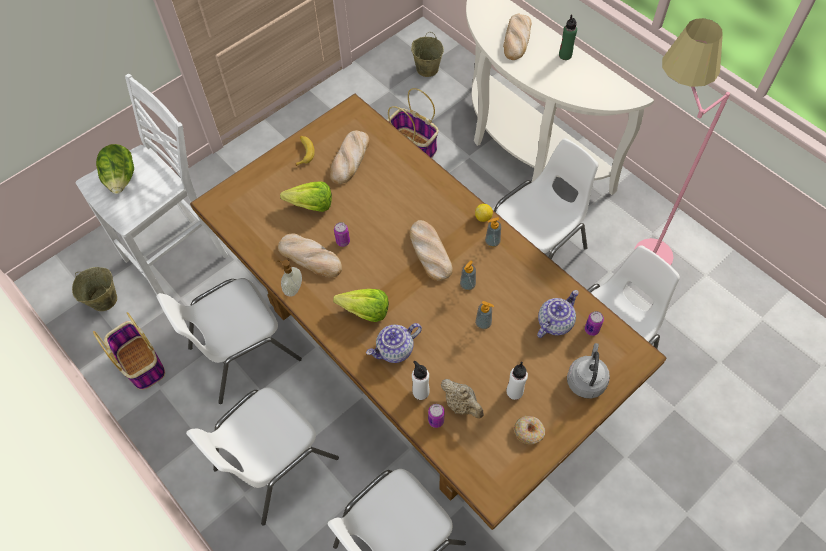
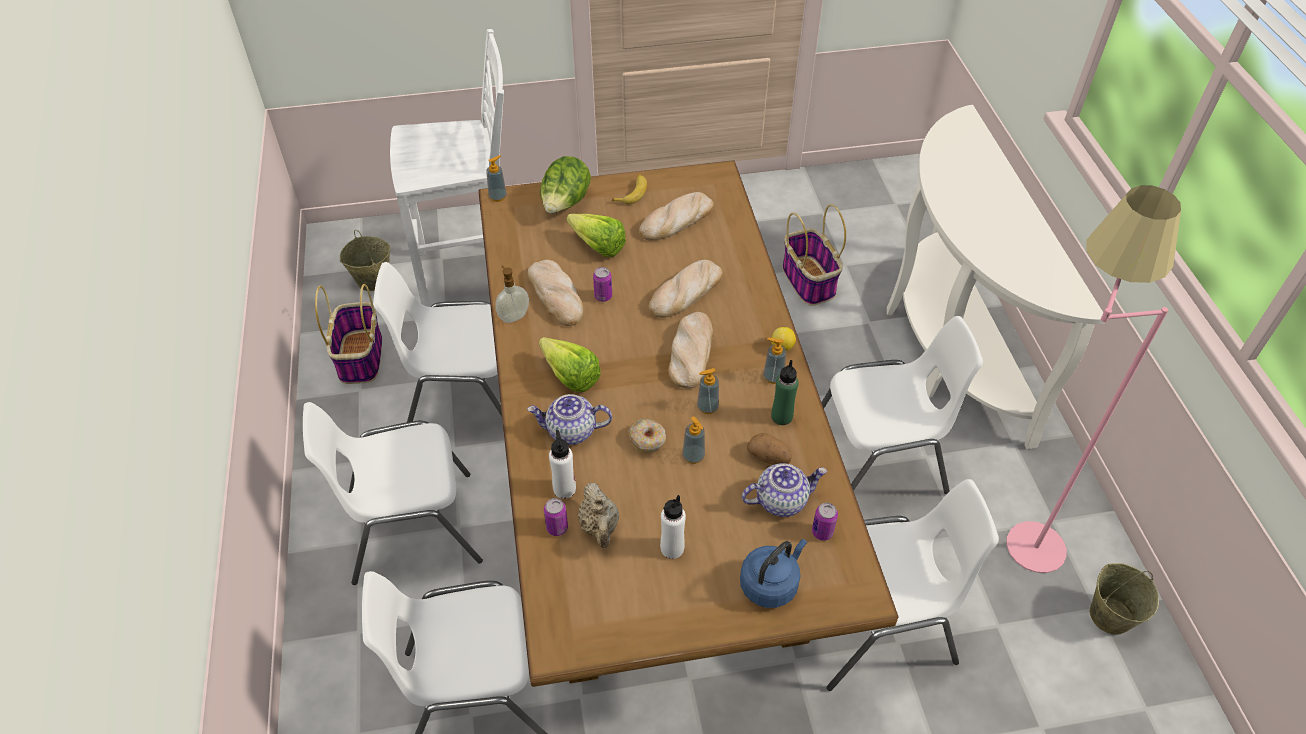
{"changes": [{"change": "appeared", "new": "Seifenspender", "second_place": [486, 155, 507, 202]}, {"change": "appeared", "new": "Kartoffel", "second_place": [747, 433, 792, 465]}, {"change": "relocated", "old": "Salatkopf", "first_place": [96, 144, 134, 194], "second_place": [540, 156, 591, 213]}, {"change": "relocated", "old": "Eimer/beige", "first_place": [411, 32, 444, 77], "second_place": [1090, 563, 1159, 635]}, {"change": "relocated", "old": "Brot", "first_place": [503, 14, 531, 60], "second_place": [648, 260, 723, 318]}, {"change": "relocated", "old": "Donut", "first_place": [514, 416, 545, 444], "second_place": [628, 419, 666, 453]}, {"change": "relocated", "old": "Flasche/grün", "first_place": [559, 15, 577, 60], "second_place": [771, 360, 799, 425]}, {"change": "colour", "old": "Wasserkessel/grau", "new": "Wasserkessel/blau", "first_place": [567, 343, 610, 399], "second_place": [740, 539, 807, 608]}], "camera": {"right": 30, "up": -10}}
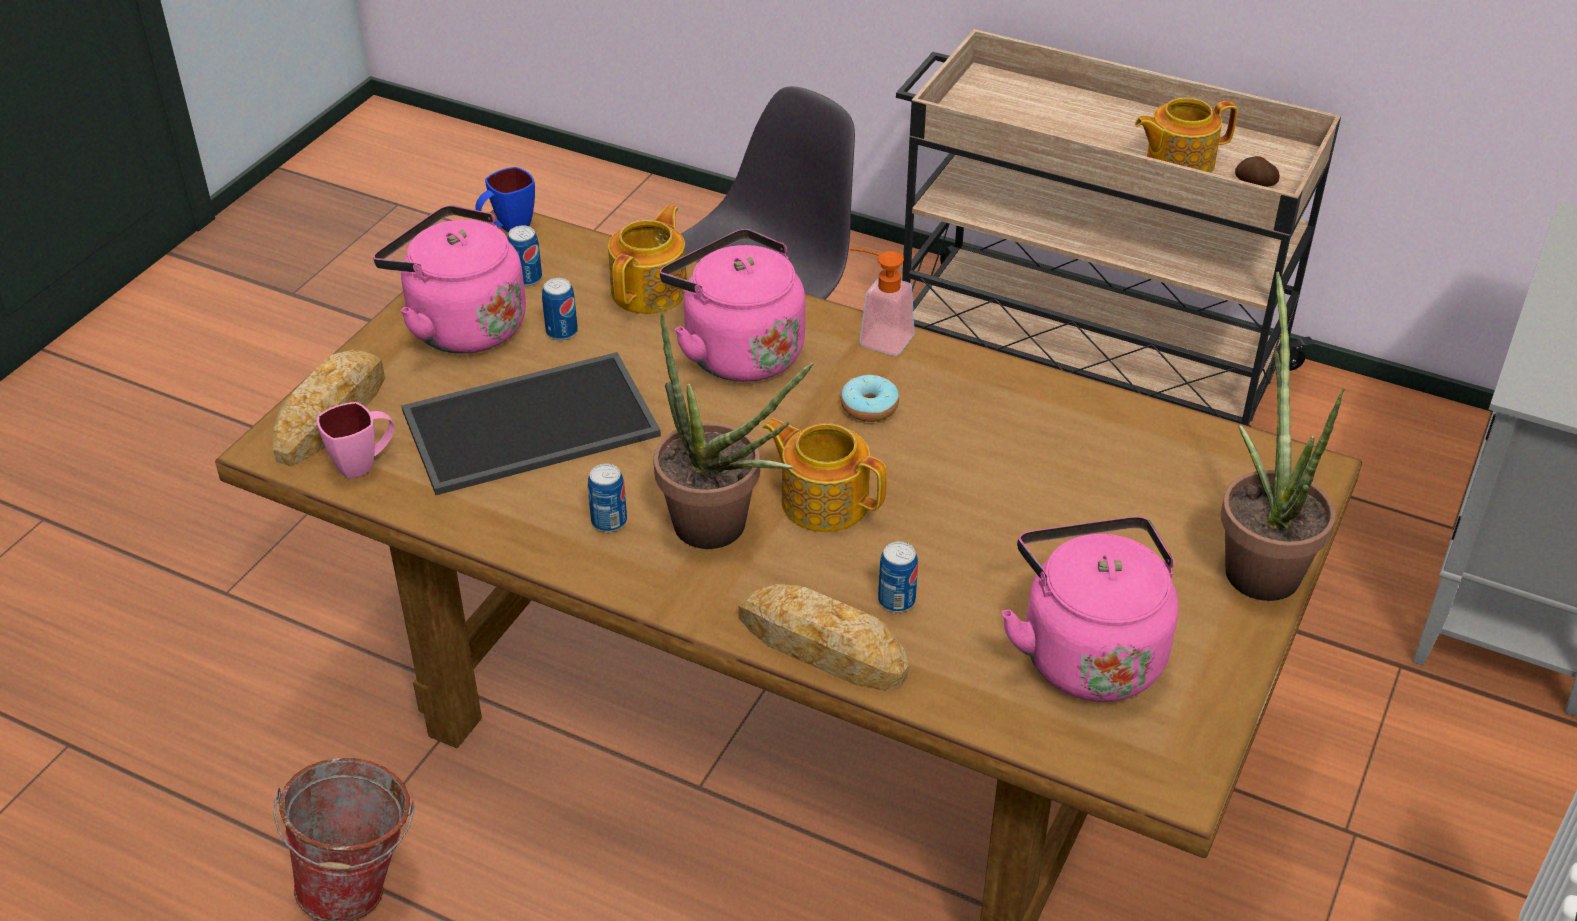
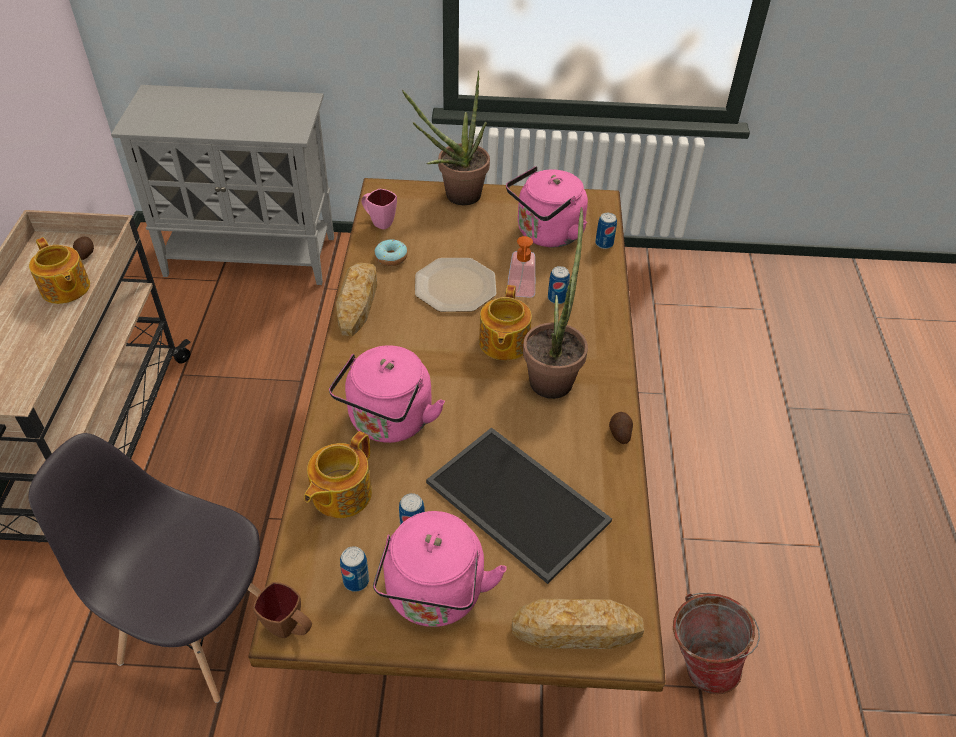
{"changes": [{"change": "appeared", "new": "Teller", "second_place": [415, 258, 496, 312]}, {"change": "appeared", "new": "Kartoffel", "second_place": [609, 412, 633, 444]}, {"change": "relocated", "old": "Henkelbecher/rosa", "first_place": [317, 402, 394, 479], "second_place": [361, 189, 397, 229]}, {"change": "relocated", "old": "Dose", "first_place": [588, 464, 627, 532], "second_place": [595, 213, 617, 249]}, {"change": "relocated", "old": "Brot", "first_place": [738, 584, 909, 691], "second_place": [336, 263, 377, 336]}, {"change": "relocated", "old": "Donut", "first_place": [841, 375, 899, 422], "second_place": [374, 239, 408, 266]}, {"change": "relocated", "old": "Seifenspender", "first_place": [850, 248, 915, 356], "second_place": [508, 236, 535, 298]}, {"change": "colour", "old": "Henkelbecher/blau", "new": "Henkelbecher/braun", "first_place": [475, 167, 535, 232], "second_place": [253, 582, 312, 638]}, {"change": "spun", "old": "Teekanne", "first_place": [608, 205, 687, 314], "second_place": [304, 431, 372, 518], "degrees": -60}], "camera": {"right": -115, "up": 5}}
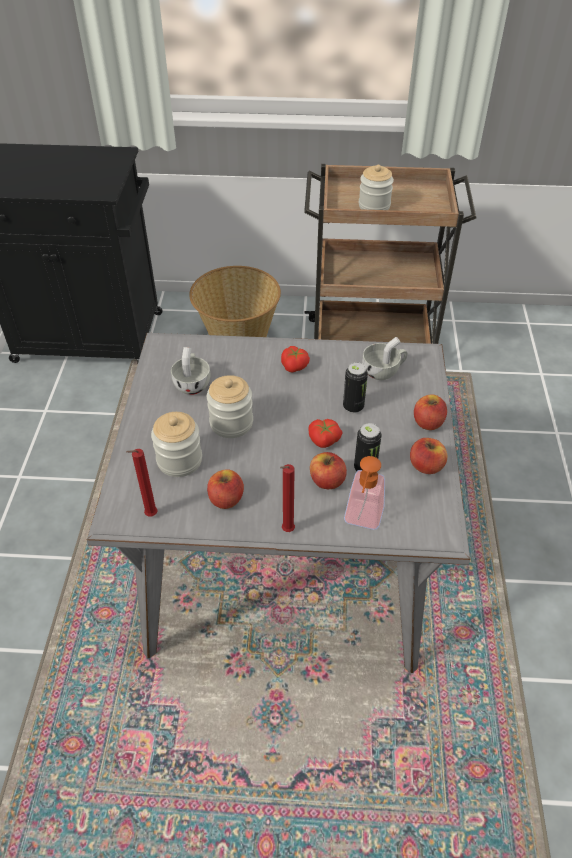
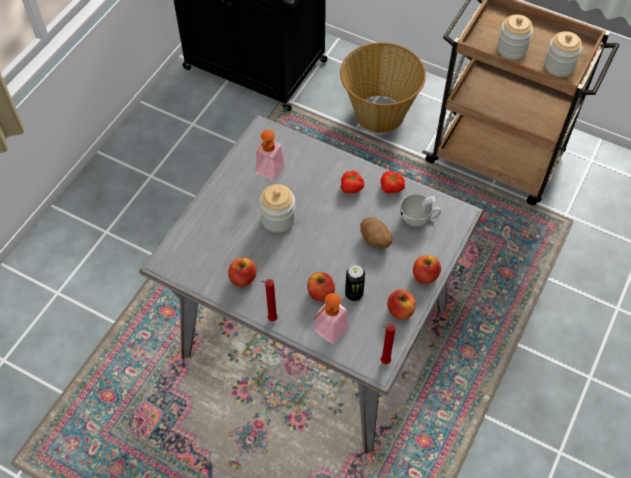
{"changes": [{"change": "relocated", "old": "Kerze/rot", "first_place": [127, 449, 158, 517], "second_place": [381, 324, 396, 364]}, {"change": "relocated", "old": "Vorratsglas", "first_place": [151, 412, 202, 477], "second_place": [544, 31, 582, 77]}, {"change": "relocated", "old": "Tomate", "first_place": [309, 419, 342, 448], "second_place": [381, 171, 405, 193]}, {"change": "exchanged", "old": "Tasse/weiß", "new": "Seifenspender", "first_place": [171, 347, 210, 395], "second_place": [255, 130, 285, 181]}, {"change": "exchanged", "old": "Dose", "new": "Kartoffel", "first_place": [343, 362, 368, 413], "second_place": [360, 217, 392, 249]}], "camera": {"right": 25, "up": 10}}
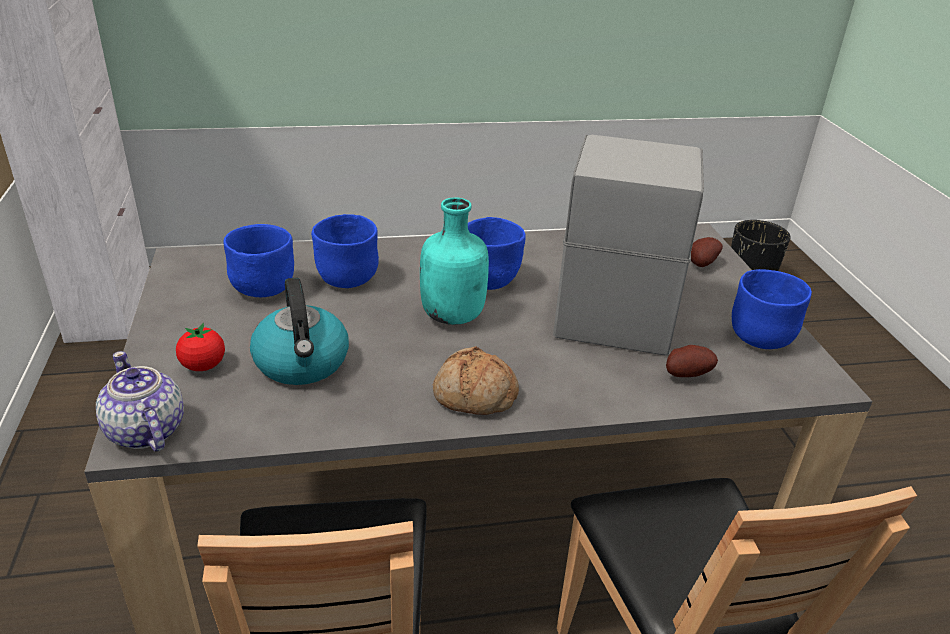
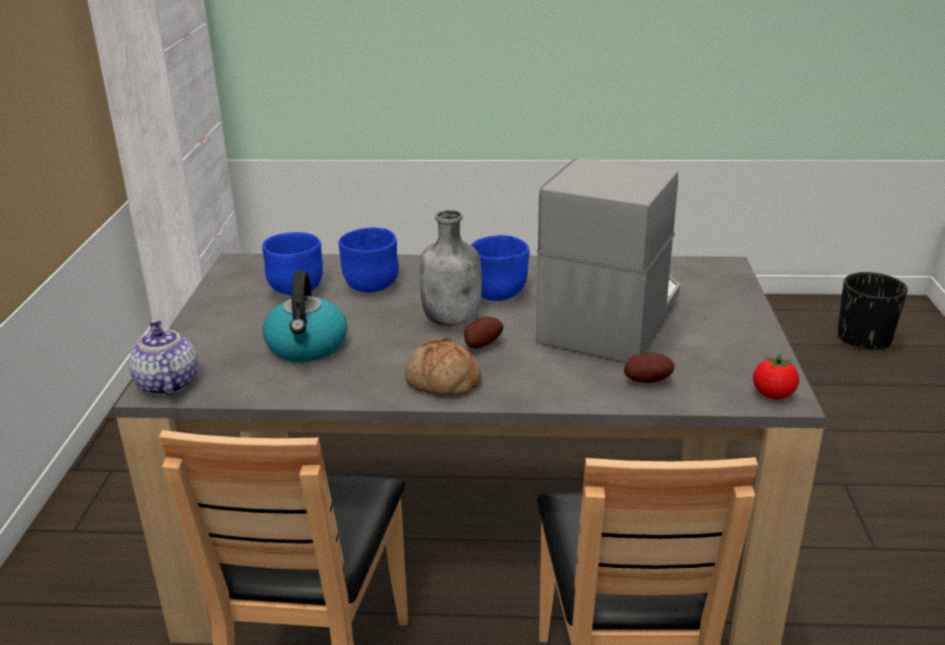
{"changes": [{"change": "missing", "old": "Schüssel/blau", "first_place": [732, 269, 812, 349]}, {"change": "relocated", "old": "Tomate", "first_place": [176, 323, 225, 371], "second_place": [753, 354, 799, 399]}, {"change": "relocated", "old": "Kartoffel", "first_place": [691, 237, 723, 267], "second_place": [464, 317, 503, 349]}, {"change": "colour", "old": "Flasche/türkis", "new": "Flasche/grau", "first_place": [420, 197, 489, 325], "second_place": [419, 210, 482, 326]}], "camera": {"right": 15, "up": -5}}
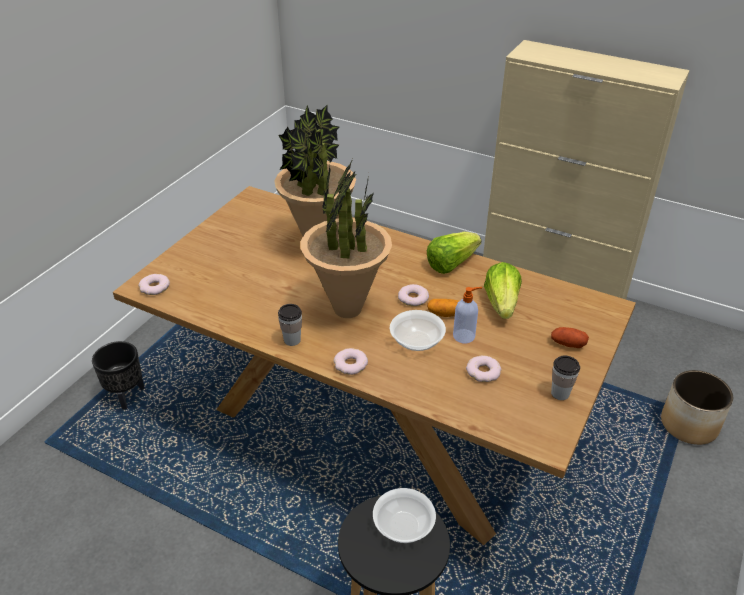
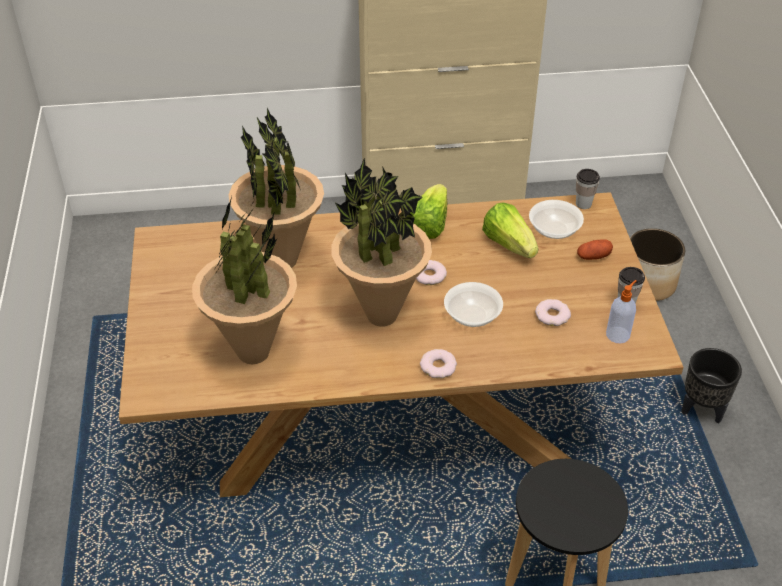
{"changes": [{"change": "missing", "old": "Donut", "first_place": [139, 274, 170, 295]}, {"change": "missing", "old": "Kartoffel", "first_place": [427, 299, 459, 317]}, {"change": "appeared", "new": "Topfpflanze", "second_place": [192, 196, 297, 364]}, {"change": "relocated", "old": "Pflanzkübel/schwarz", "first_place": [92, 341, 145, 410], "second_place": [681, 348, 742, 424]}, {"change": "relocated", "old": "Tasse", "first_place": [278, 304, 302, 346], "second_place": [576, 169, 600, 209]}, {"change": "relocated", "old": "Schüssel", "first_place": [373, 488, 436, 543], "second_place": [529, 200, 584, 239]}, {"change": "relocated", "old": "Seifenspender", "first_place": [453, 287, 482, 343], "second_place": [606, 280, 636, 344]}], "camera": {"right": -35, "up": 5}}
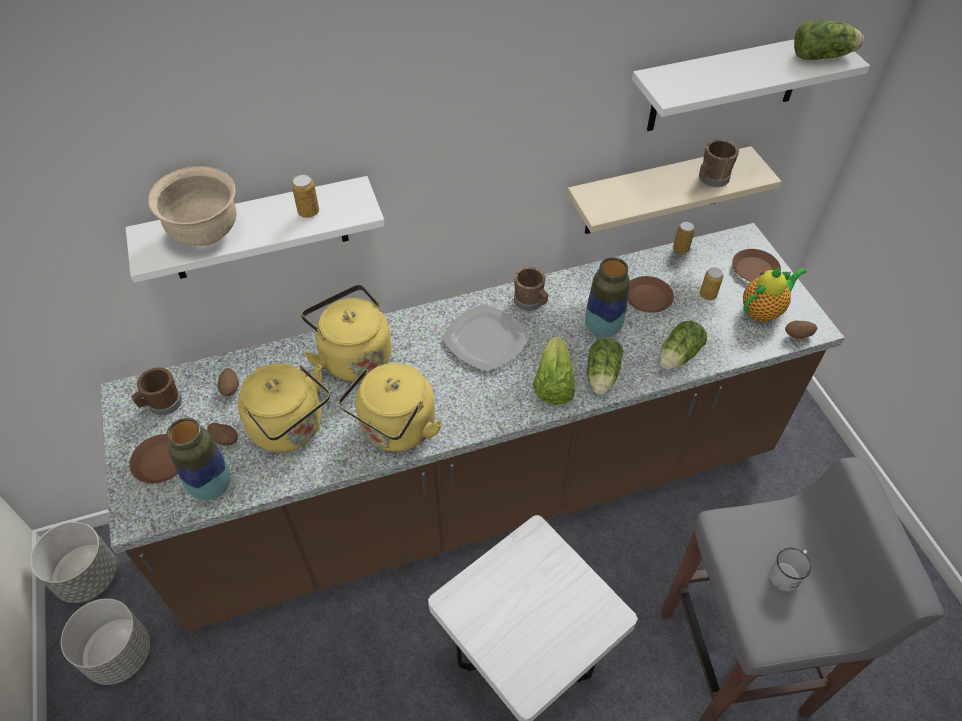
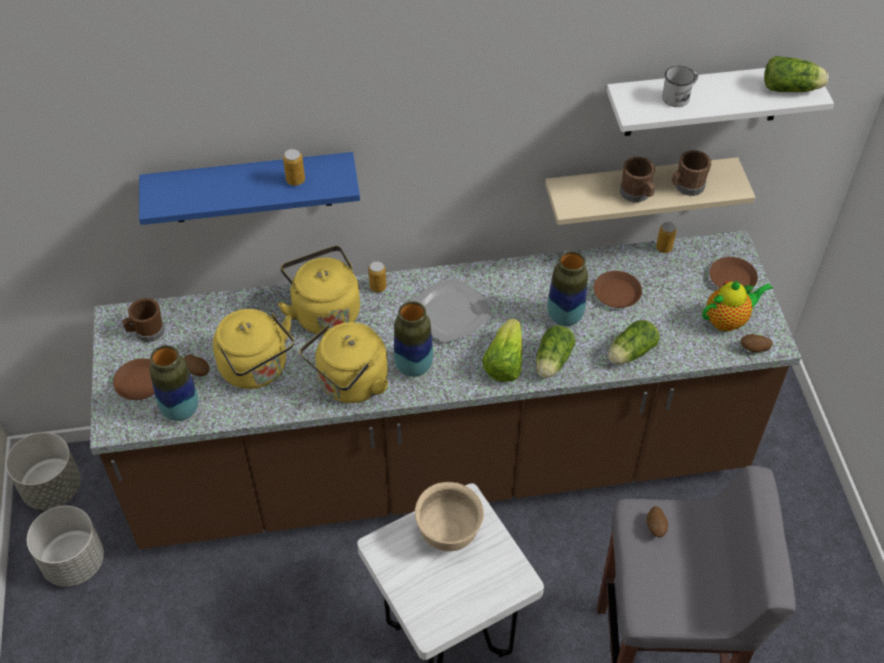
{"changes": [{"change": "appeared", "new": "Vase", "second_place": [394, 301, 433, 377]}, {"change": "relocated", "old": "Schüssel/beige", "first_place": [148, 166, 236, 246], "second_place": [415, 482, 484, 551]}, {"change": "relocated", "old": "Kartoffel", "first_place": [217, 368, 239, 396], "second_place": [647, 506, 668, 538]}, {"change": "relocated", "old": "Henkelbecher/braun", "first_place": [514, 266, 548, 311], "second_place": [620, 157, 656, 202]}, {"change": "relocated", "old": "Dose", "first_place": [700, 267, 723, 300], "second_place": [368, 261, 387, 292]}, {"change": "relocated", "old": "Henkelbecher/weiß", "first_place": [769, 548, 811, 591], "second_place": [662, 66, 698, 107]}, {"change": "colour", "old": "Wandregal/weiß", "new": "Wandregal/blau", "first_place": [125, 176, 385, 283], "second_place": [139, 152, 360, 225]}], "camera": {"right": 10, "up": 0}}
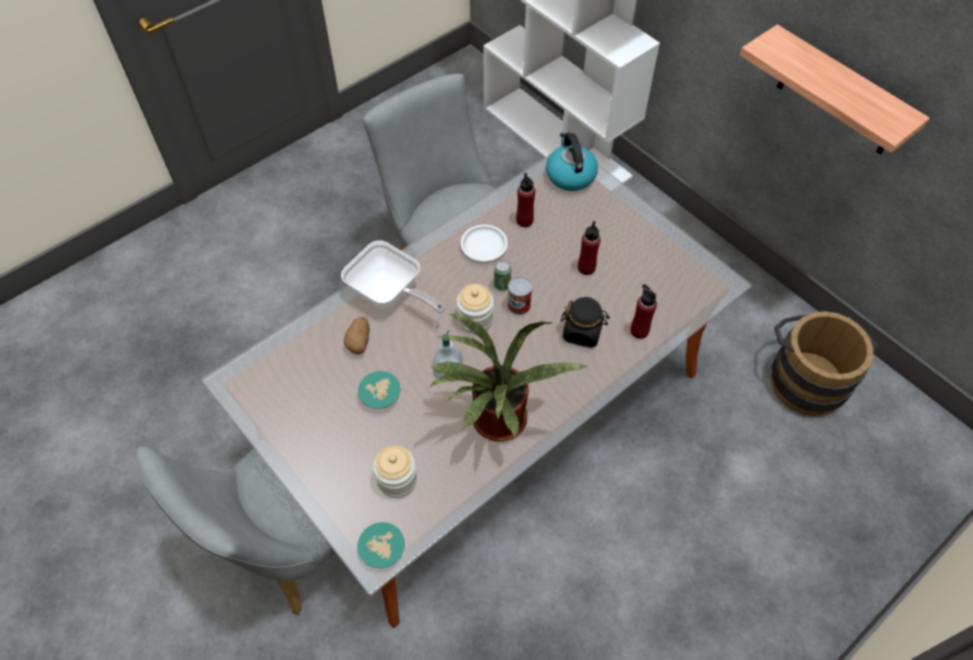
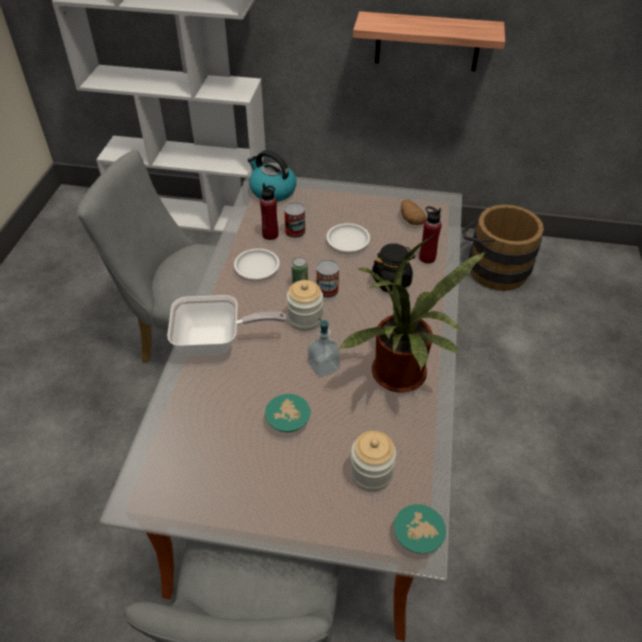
{"changes": [{"change": "appeared", "new": "Dose", "second_place": [284, 202, 306, 238]}, {"change": "relocated", "old": "Kartoffel", "first_place": [344, 317, 369, 354], "second_place": [400, 199, 426, 225]}, {"change": "exchanged", "old": "Flasche/rot", "new": "Teller/weiß", "first_place": [578, 221, 601, 275], "second_place": [326, 223, 370, 251]}], "camera": {"right": -40, "up": -10}}
